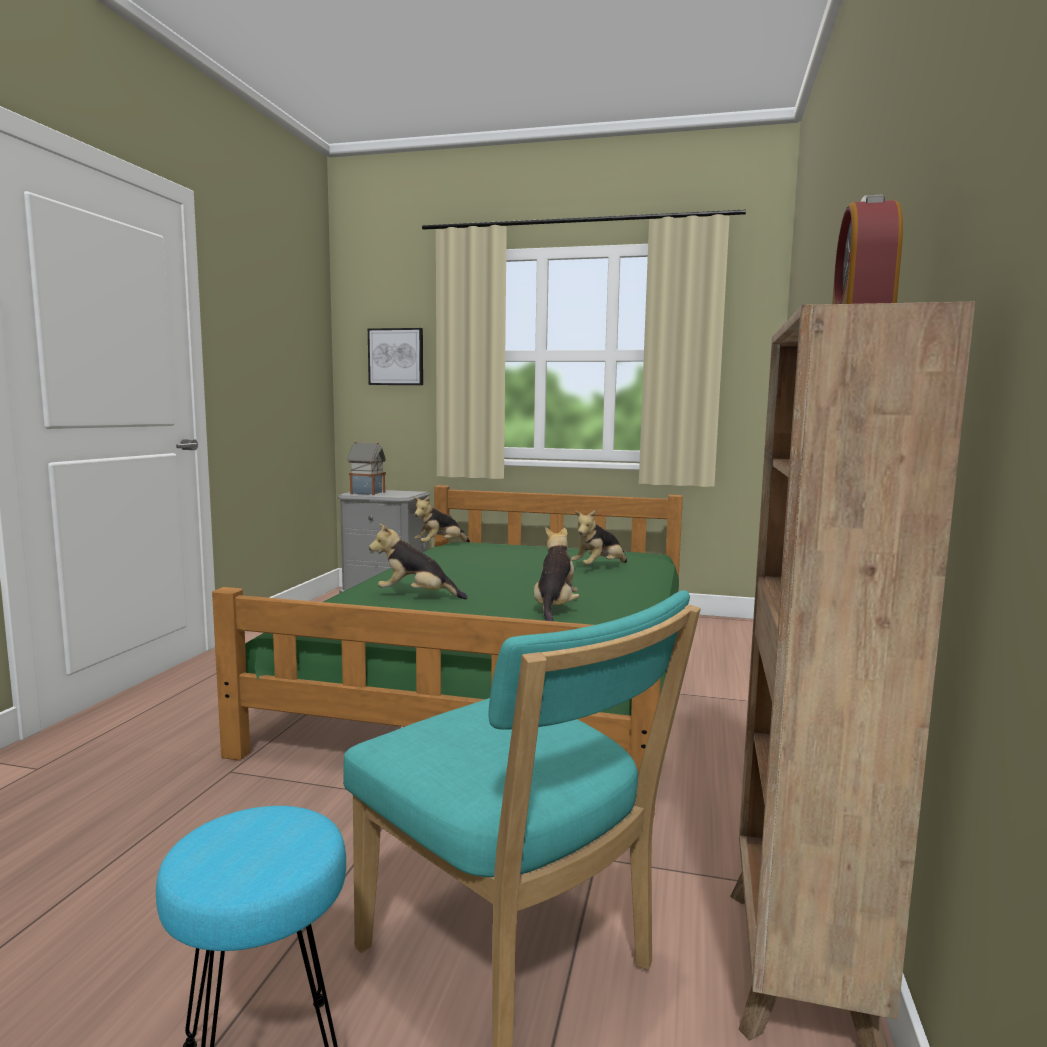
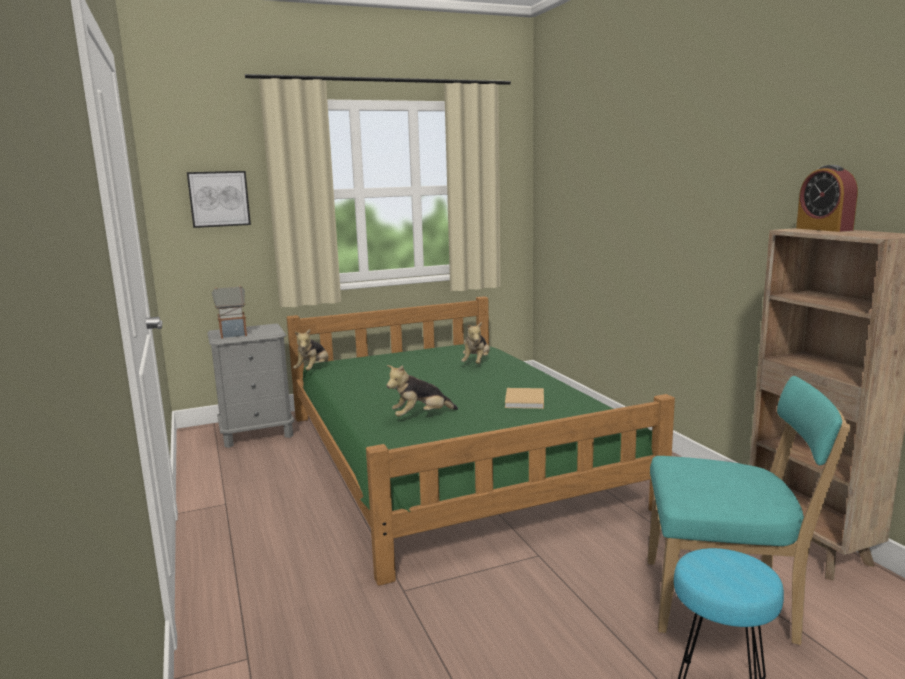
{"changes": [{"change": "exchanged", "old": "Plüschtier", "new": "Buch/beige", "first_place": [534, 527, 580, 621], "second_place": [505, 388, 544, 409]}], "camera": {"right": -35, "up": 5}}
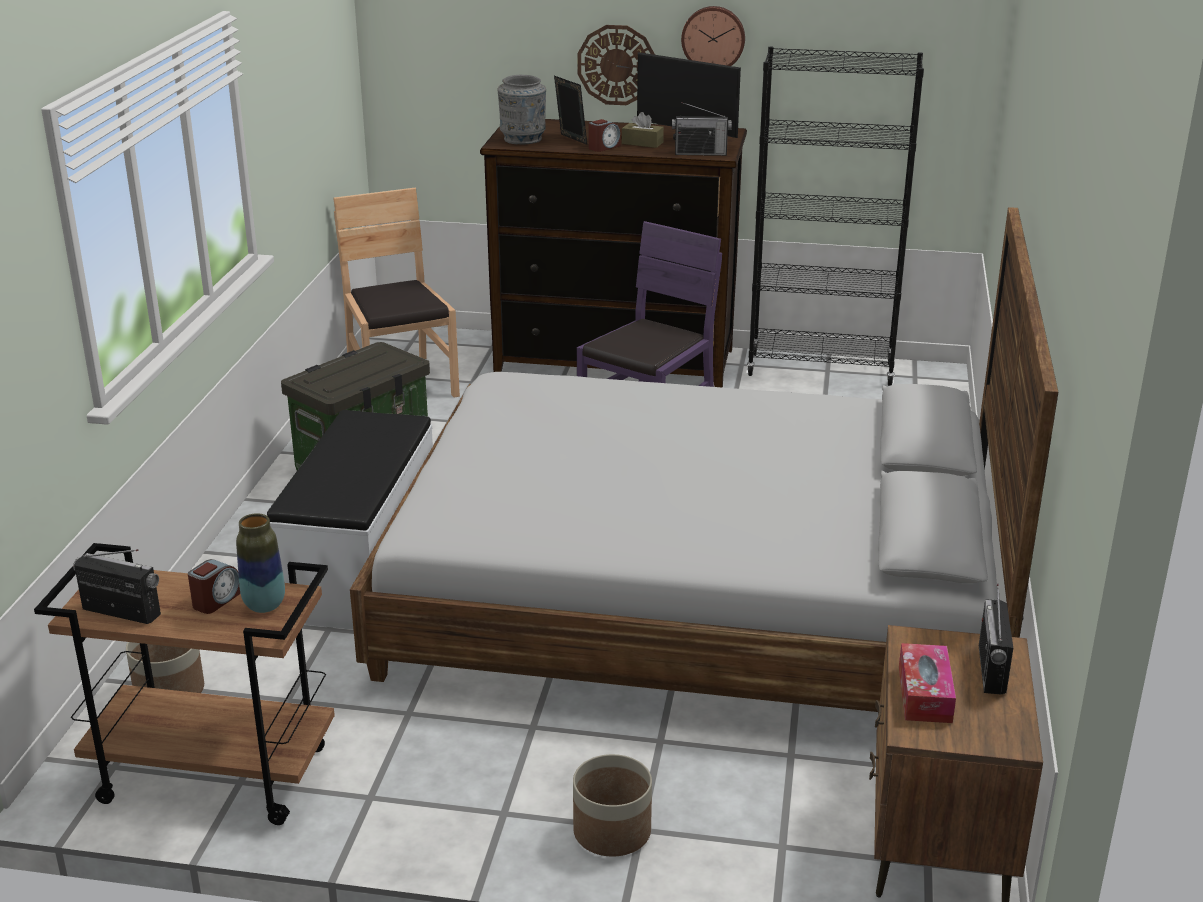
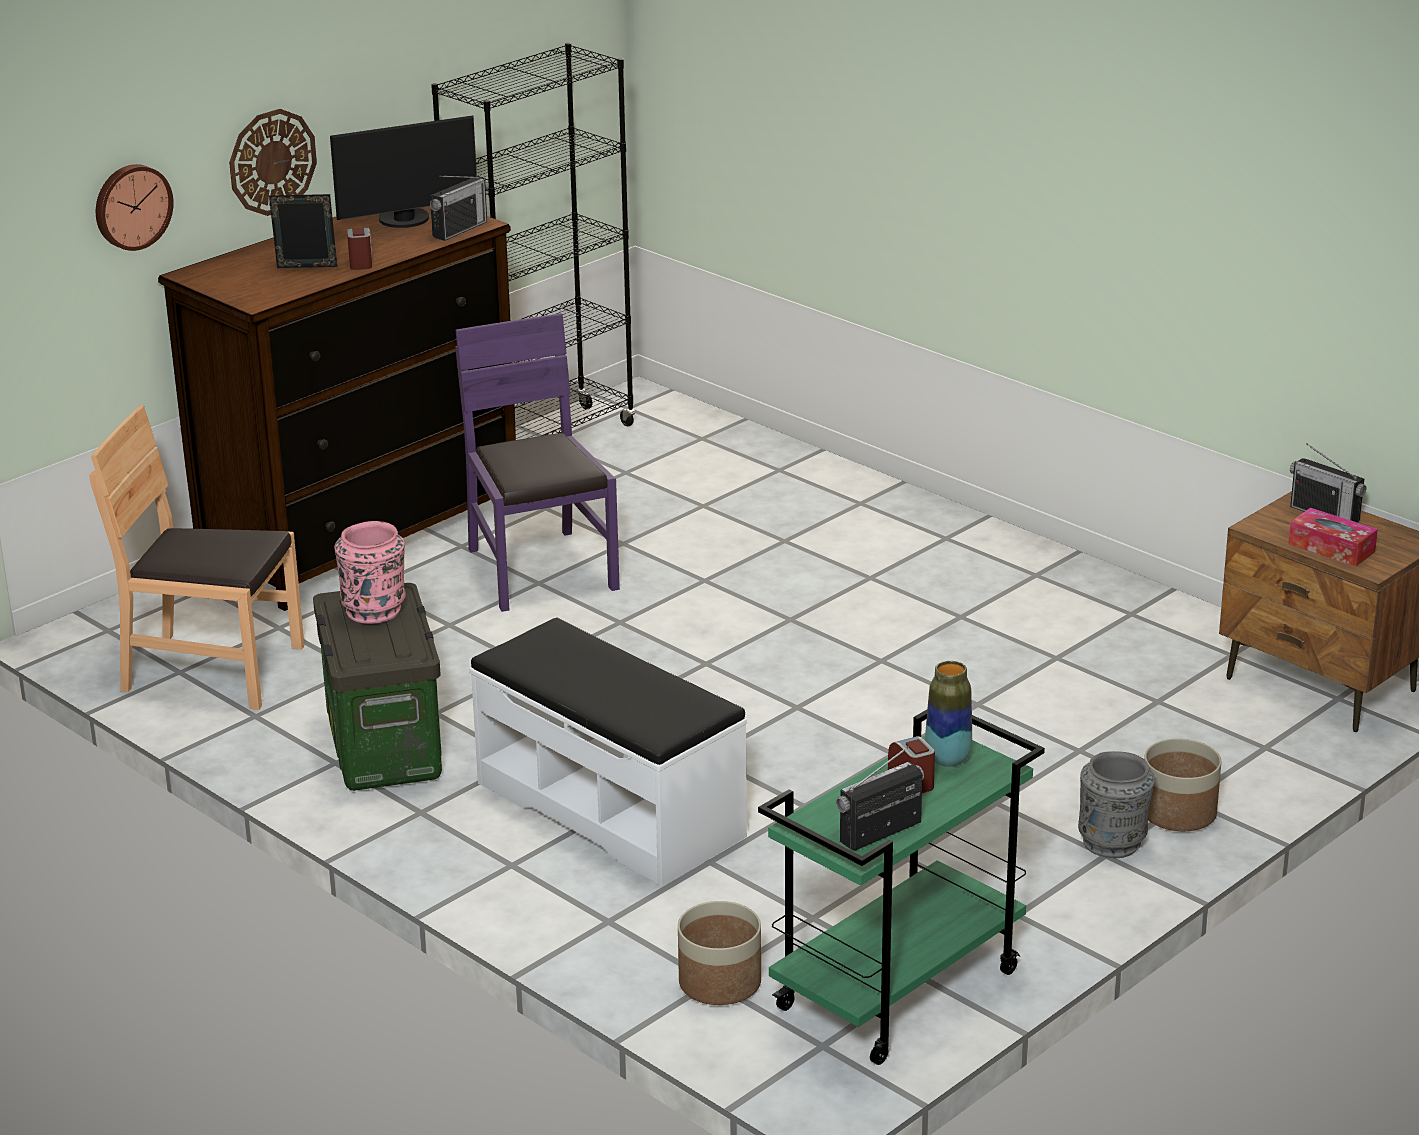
{"changes": [{"change": "missing", "old": "Bett", "first_place": [350, 207, 1058, 712]}, {"change": "missing", "old": "Taschentuchbox/braun", "first_place": [622, 112, 664, 148]}, {"change": "appeared", "new": "Vase/rosa", "second_place": [334, 521, 406, 624]}, {"change": "relocated", "old": "Vase/grau", "first_place": [498, 75, 546, 144], "second_place": [1078, 751, 1155, 858]}, {"change": "relocated", "old": "Wanduhr", "first_place": [681, 6, 745, 66], "second_place": [96, 164, 174, 251]}, {"change": "colour", "old": "Rollwagen/braun", "new": "Rollwagen/grün", "first_place": [34, 543, 335, 825], "second_place": [758, 710, 1045, 1065]}], "camera": {"right": -55, "up": 0}}
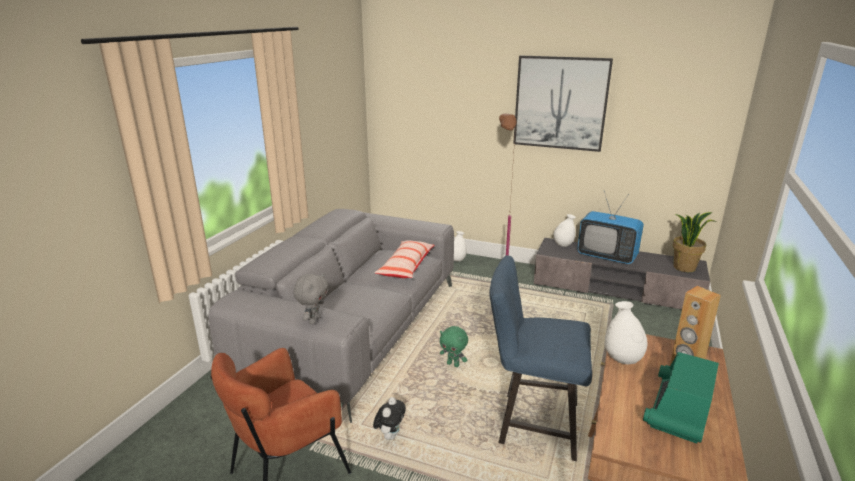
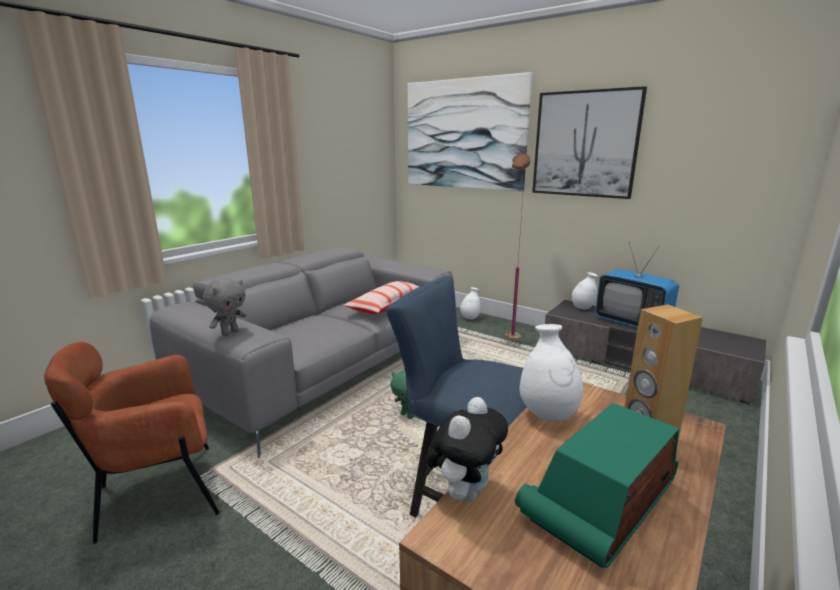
{"changes": [{"change": "missing", "old": "Topfpflanze", "first_place": [673, 212, 716, 272]}, {"change": "appeared", "new": "Bild", "second_place": [408, 72, 532, 192]}, {"change": "relocated", "old": "Plüschtier", "first_place": [373, 397, 406, 440], "second_place": [426, 397, 508, 502]}], "camera": {"right": 15, "up": -5}}
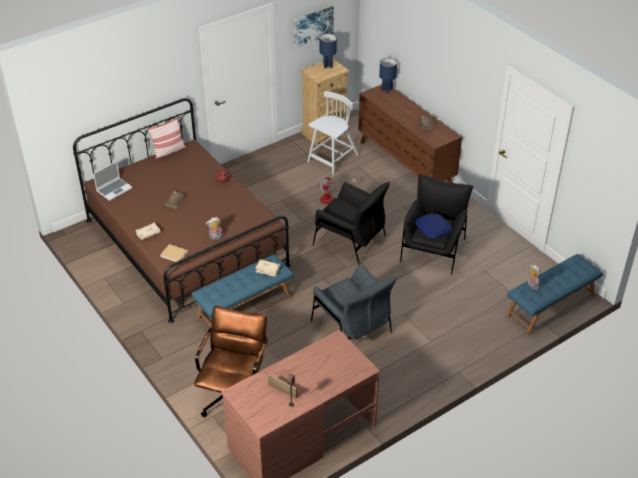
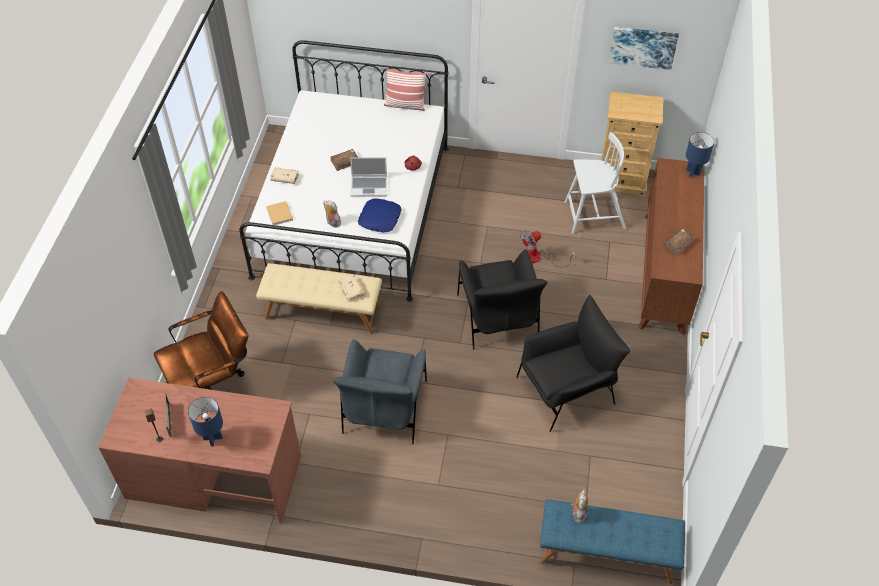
{"changes": [{"change": "relocated", "old": "Laptop", "first_place": [93, 161, 133, 201], "second_place": [350, 157, 387, 197]}, {"change": "relocated", "old": "Tischlampe/blau", "first_place": [320, 34, 337, 68], "second_place": [188, 397, 223, 447]}, {"change": "relocated", "old": "Kissen/blau", "first_place": [415, 213, 453, 238], "second_place": [358, 199, 402, 233]}, {"change": "colour", "old": "Bett/braun", "new": "Bett/weiß", "first_place": [73, 98, 291, 323], "second_place": [240, 40, 449, 302]}, {"change": "colour", "old": "Bank/blau", "new": "Bank/beige", "first_place": [191, 254, 294, 327], "second_place": [256, 263, 382, 334]}], "camera": {"right": 45, "up": 10}}
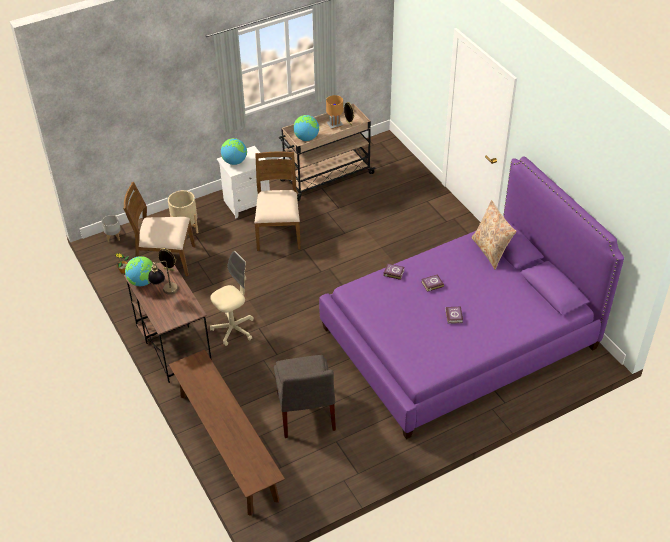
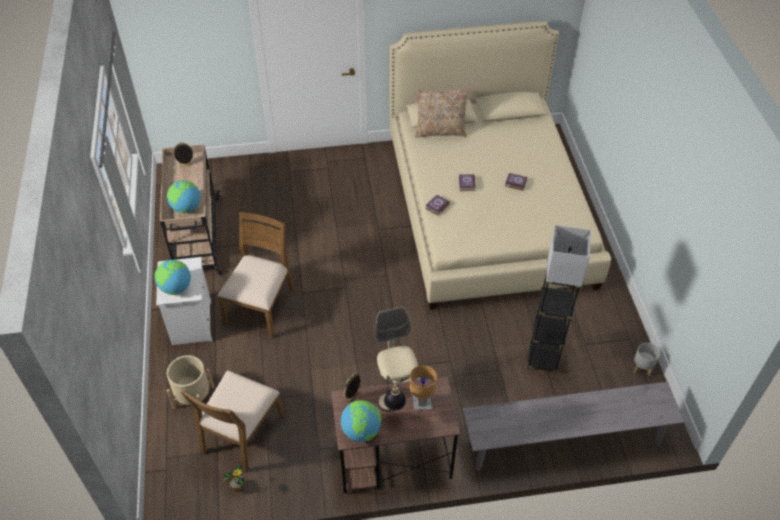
{"changes": [{"change": "relocated", "old": "Pflanzkübel/grau", "first_place": [102, 215, 121, 242], "second_place": [634, 343, 660, 376]}, {"change": "relocated", "old": "Tischlampe/braun", "first_place": [326, 95, 343, 129], "second_place": [410, 365, 437, 410]}, {"change": "exchanged", "old": "Stuhl/grau", "new": "Stehlampe/grau", "first_place": [274, 355, 336, 438], "second_place": [527, 225, 591, 373]}, {"change": "colour", "old": "Bank/braun", "new": "Bank/grau", "first_place": [169, 350, 285, 516], "second_place": [463, 382, 684, 471]}, {"change": "colour", "old": "Bett/lila", "new": "Bett/beige", "first_place": [319, 157, 624, 439], "second_place": [390, 21, 611, 310]}, {"change": "spun", "old": "Stuhl/braun", "first_place": [254, 152, 301, 251], "second_place": [217, 212, 295, 339], "degrees": 90}], "camera": {"right": -70, "up": 5}}
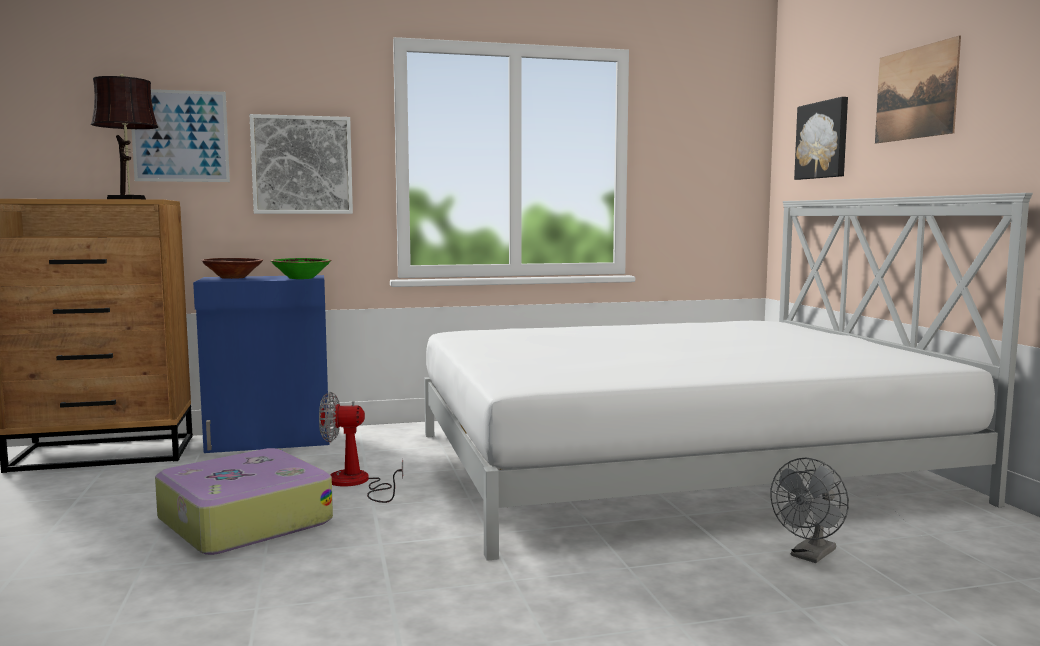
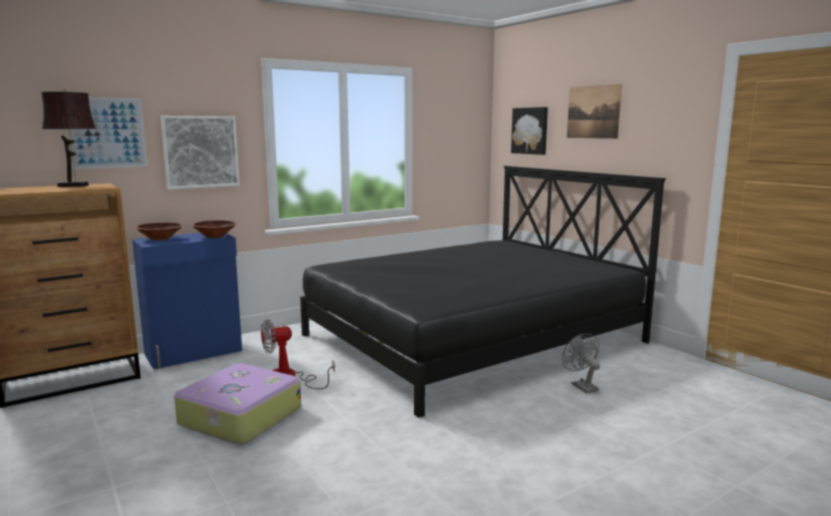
{"changes": [{"change": "colour", "old": "Schüssel/grün", "new": "Schüssel/braun", "first_place": [270, 258, 331, 279], "second_place": [192, 220, 236, 238]}, {"change": "colour", "old": "Bett/weiß", "new": "Bett/schwarz", "first_place": [424, 193, 1033, 561], "second_place": [300, 166, 666, 418]}, {"change": "spun", "old": "Ventilator/grau", "first_place": [770, 458, 849, 563], "second_place": [562, 333, 600, 394], "degrees": 135}], "camera": {"right": -20, "up": 5}}
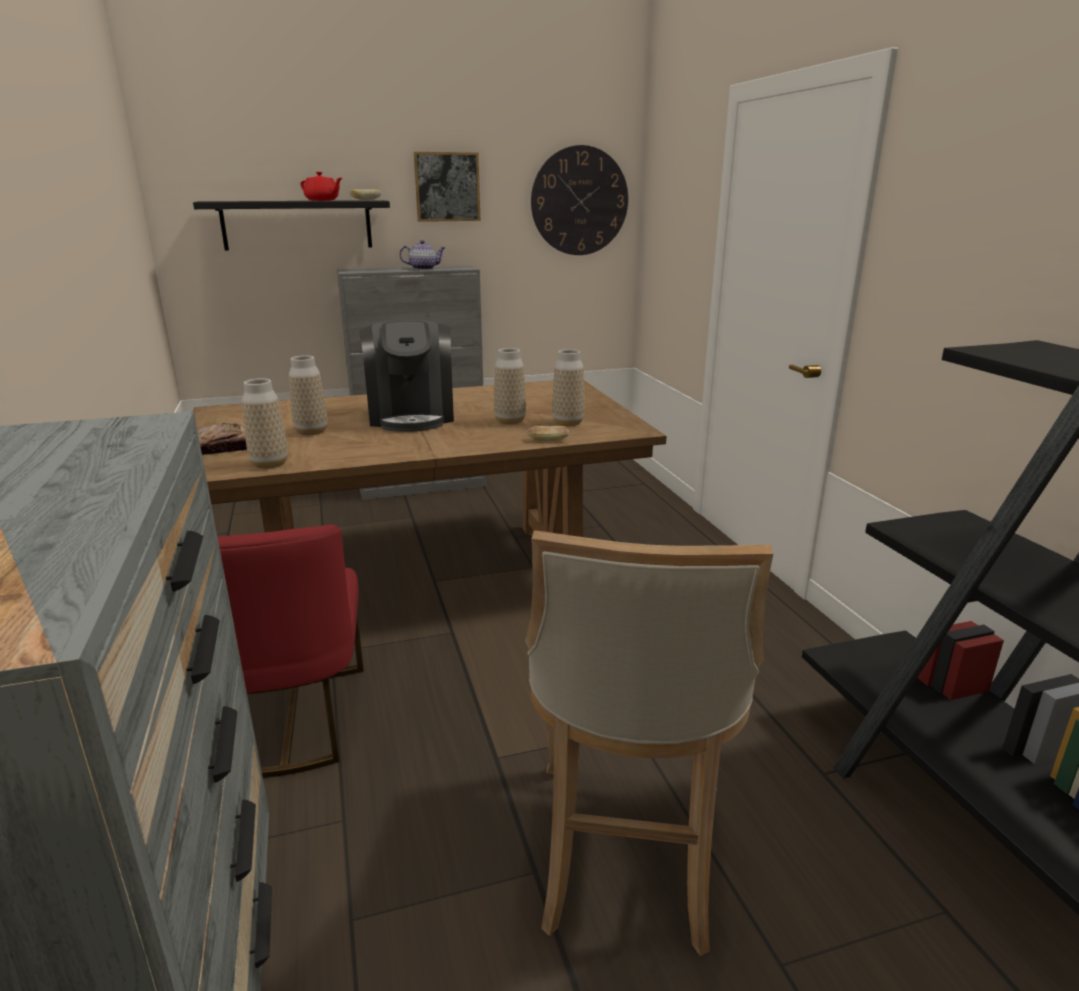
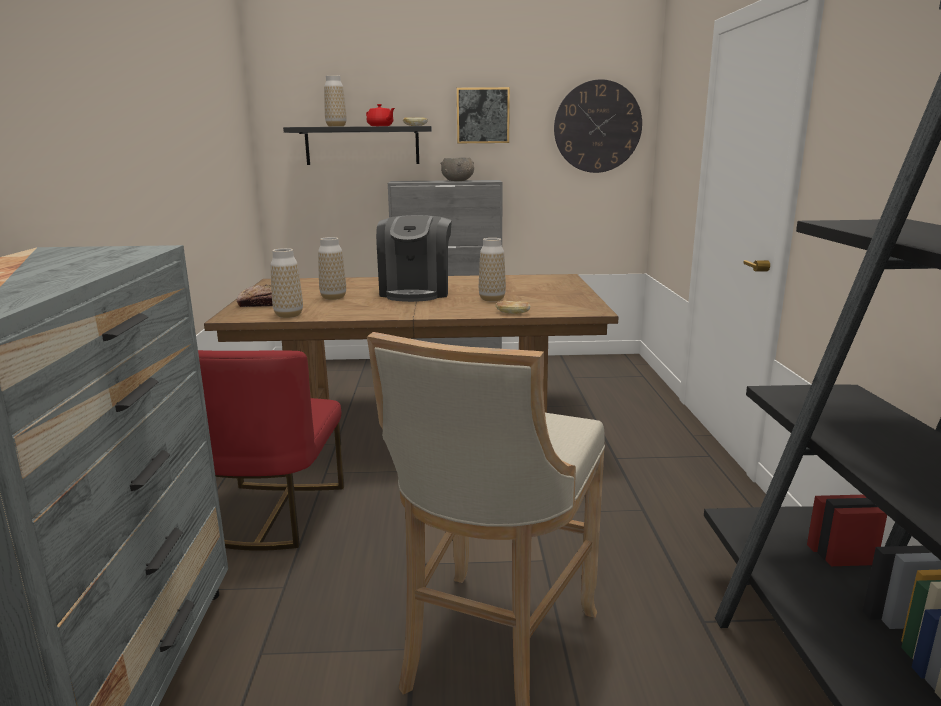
{"changes": [{"change": "relocated", "old": "Vase", "first_place": [552, 349, 585, 426], "second_place": [324, 75, 346, 127]}, {"change": "exchanged", "old": "Teekanne", "new": "Schüssel/grau", "first_place": [399, 240, 445, 270], "second_place": [441, 158, 474, 181]}], "camera": {"right": 15, "up": -5}}
